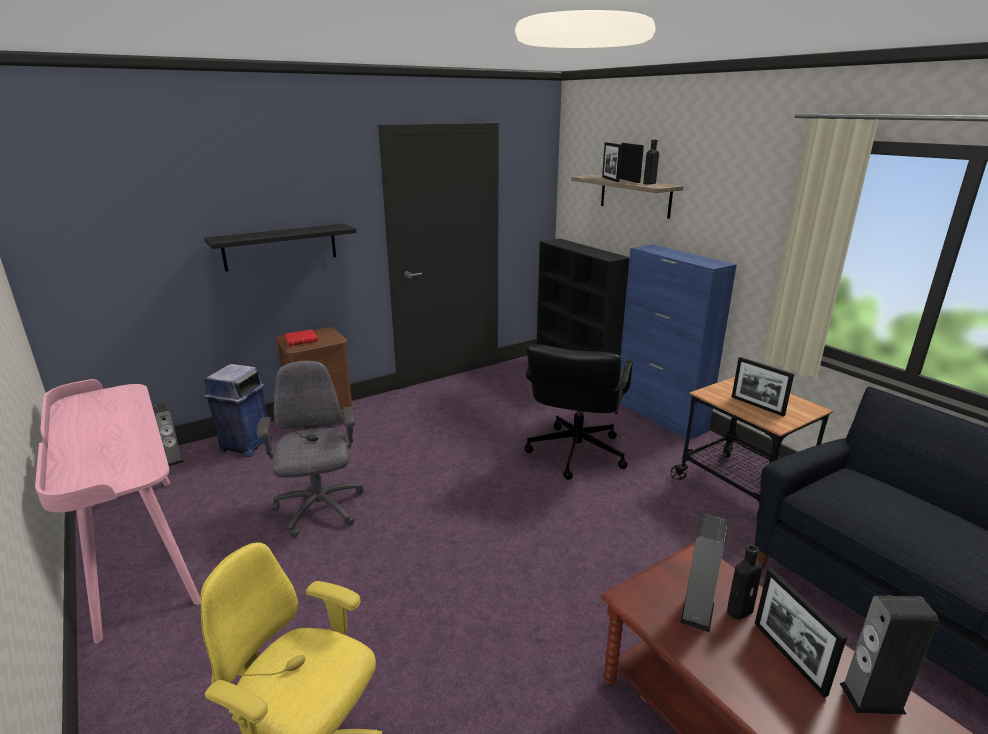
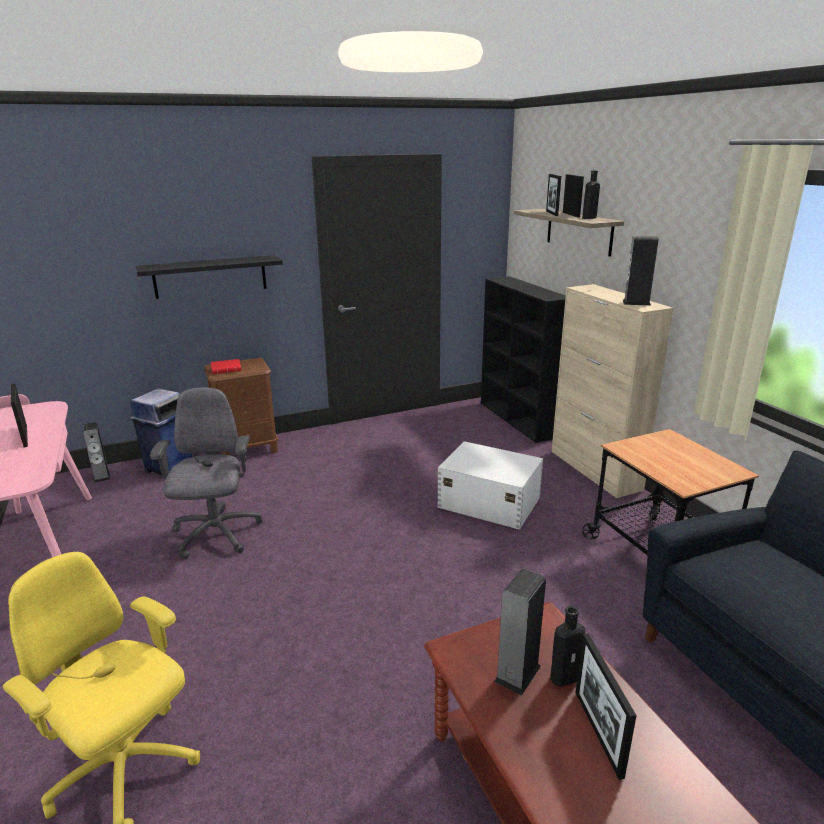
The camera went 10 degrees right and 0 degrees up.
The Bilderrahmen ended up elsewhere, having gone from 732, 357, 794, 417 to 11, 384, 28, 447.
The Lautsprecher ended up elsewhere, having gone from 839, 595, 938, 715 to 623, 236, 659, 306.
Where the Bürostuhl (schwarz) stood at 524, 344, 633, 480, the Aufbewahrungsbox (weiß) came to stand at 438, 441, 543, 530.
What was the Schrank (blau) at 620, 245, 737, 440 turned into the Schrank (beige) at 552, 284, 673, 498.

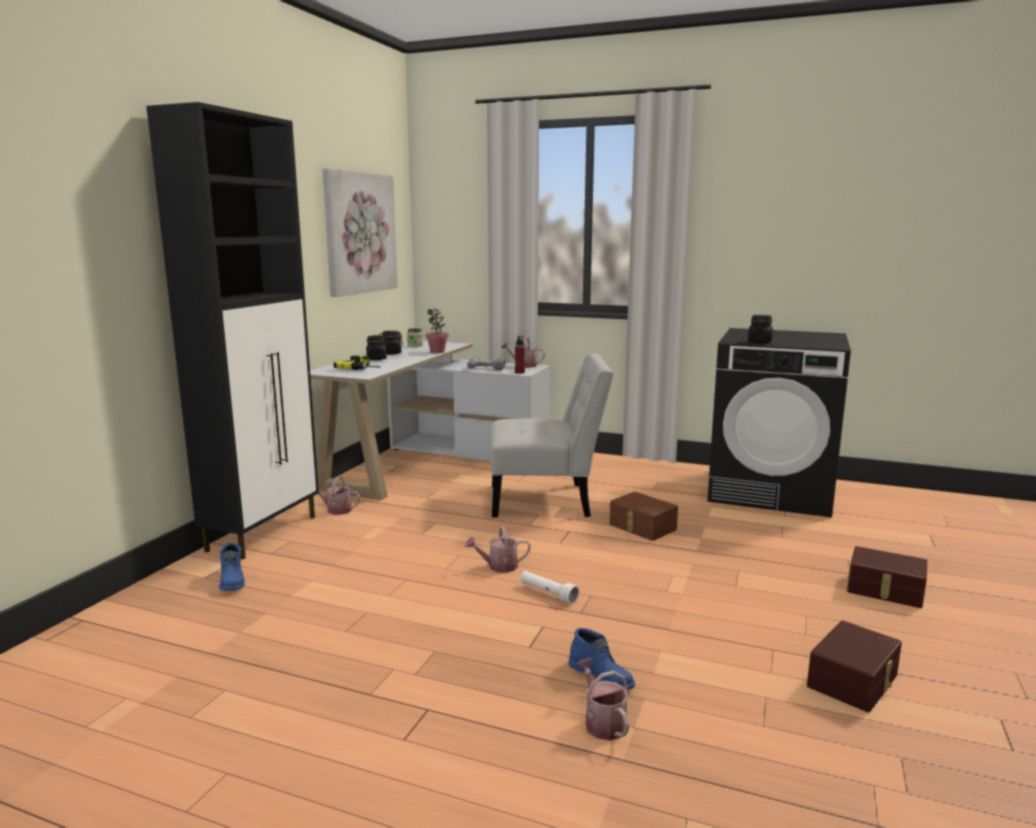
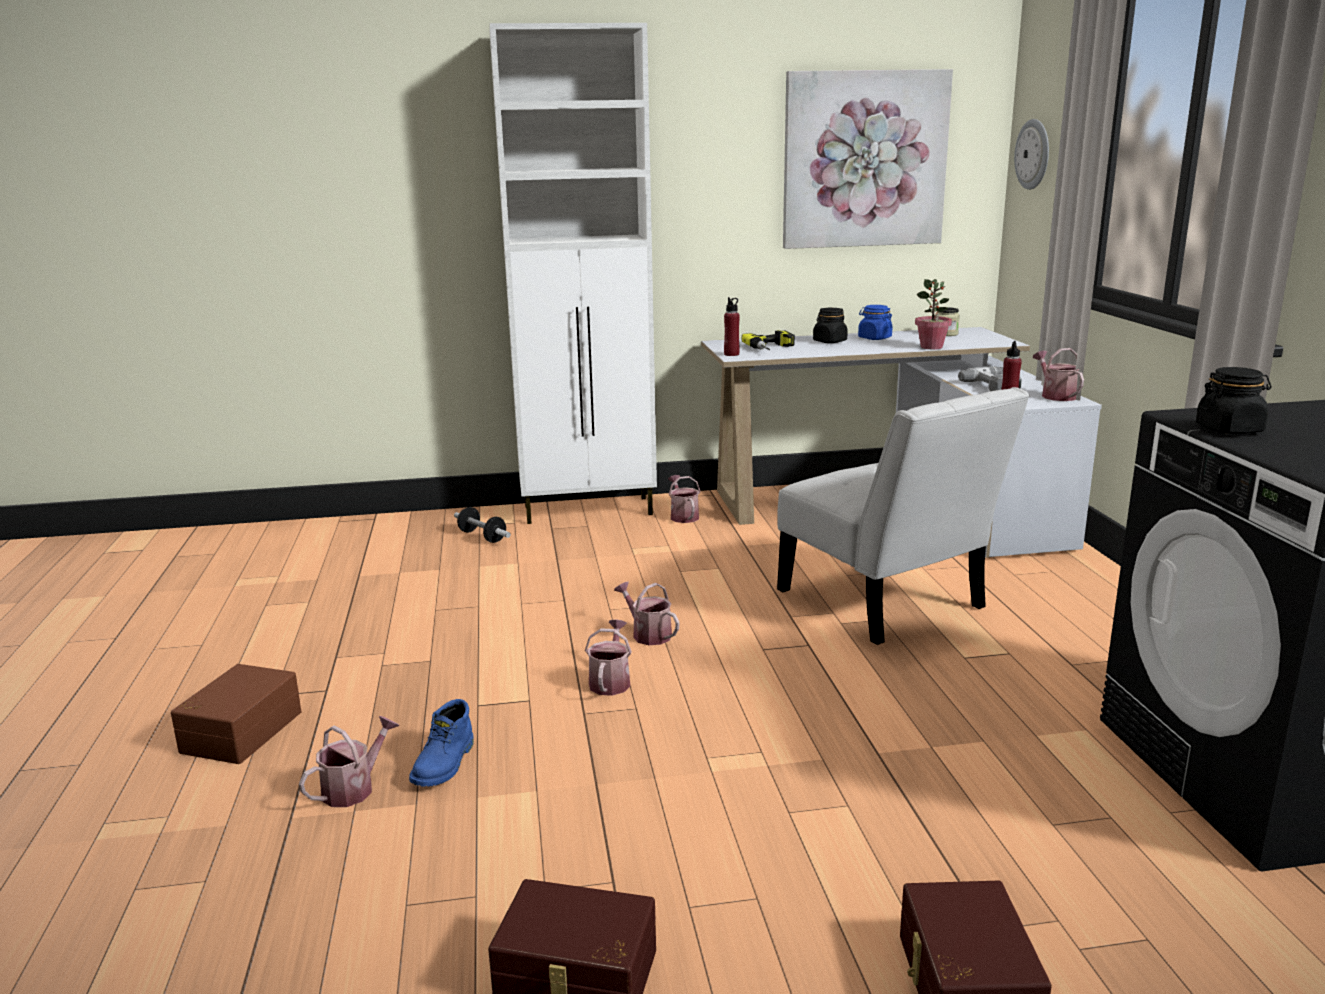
The camera went 60 degrees right and 5 degrees up.
The second view gained the Flasche (rot) at 724, 297, 740, 356.
The second view gained the Wanduhr at 1014, 119, 1049, 190.
The Aufbewahrungsbox (braun) ended up elsewhere, having gone from 609, 492, 678, 541 to 171, 664, 301, 764.
Where the Stiefel (blau) stood at 219, 543, 245, 591, the Hantel came to stand at 454, 507, 511, 543.
Where the Taschenlampe (weiß) stood at 520, 571, 579, 604, the Gießkanne came to stand at 585, 619, 632, 696.
What was the Schrank (schwarz) at 146, 102, 319, 560 turned into the Schrank (weiß) at 489, 23, 657, 524.
What was the Vorratsglas (schwarz) at 380, 331, 403, 355 turned into the Vorratsglas (blau) at 858, 305, 893, 340.

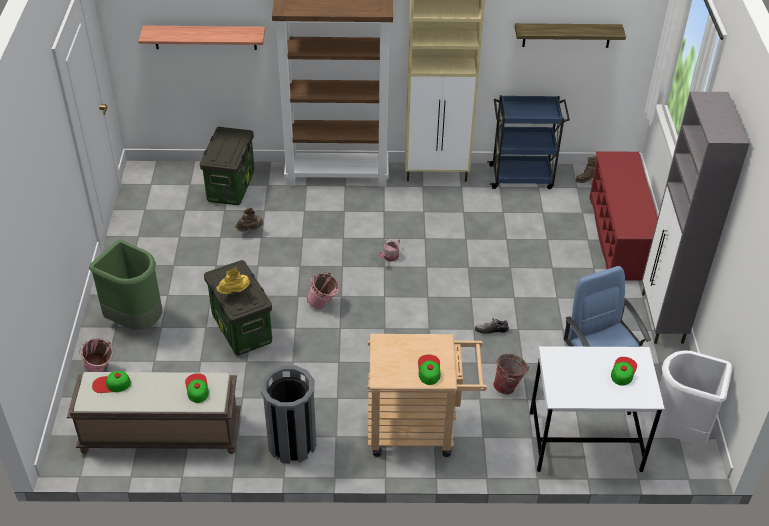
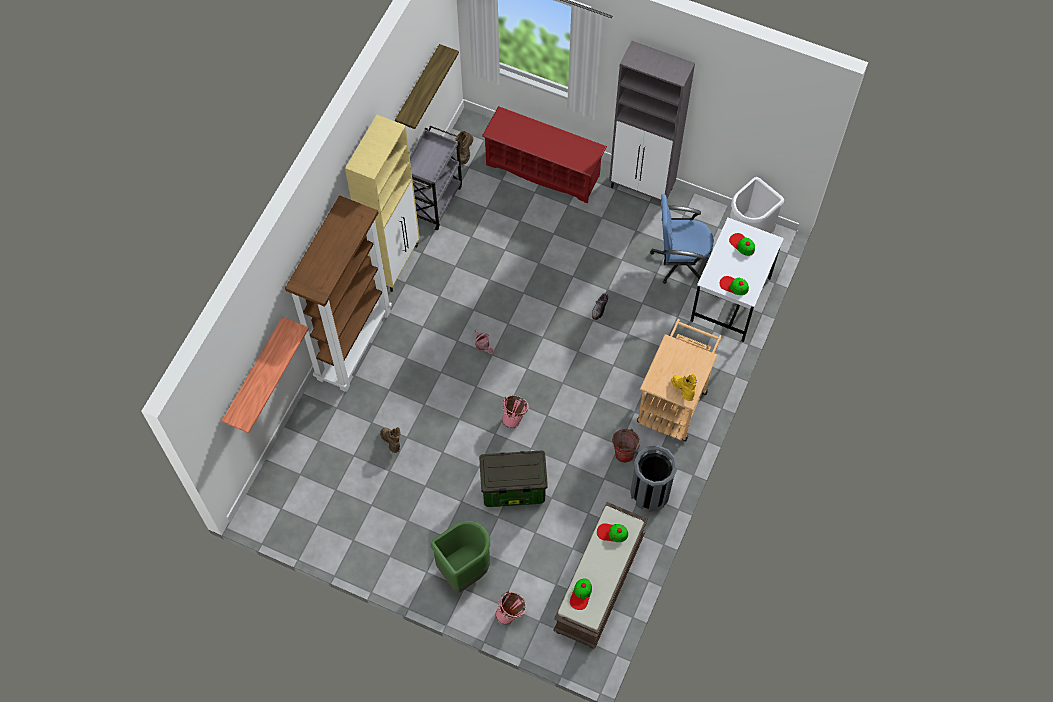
The camera went 65 degrees left and 20 degrees up.
The second view lost the Aufbewahrungsbox at 200, 127, 254, 205.
The Stiefel (gelb) ended up elsewhere, having gone from 216, 267, 250, 294 to 671, 374, 697, 401.
The Kappe ended up elsewhere, having gone from 418, 355, 441, 385 to 719, 276, 749, 295.
The Eimer ended up elsewhere, having gone from 493, 354, 529, 395 to 612, 429, 640, 463.
What was the Rollwagen (blau) at 487, 95, 570, 189 turned into the Rollwagen (grau) at 410, 126, 462, 230.

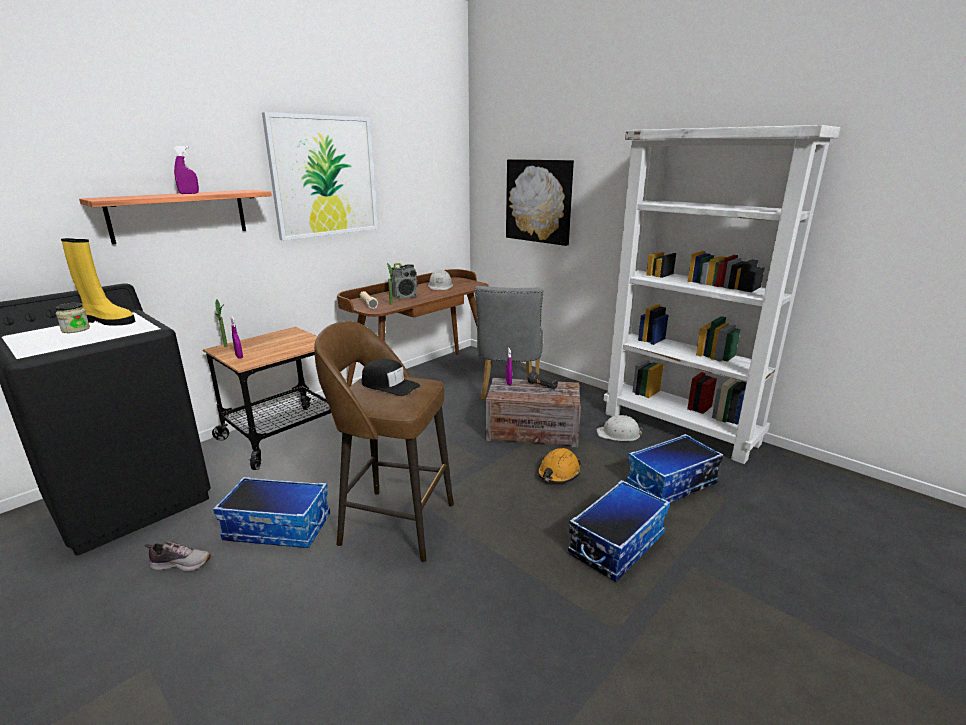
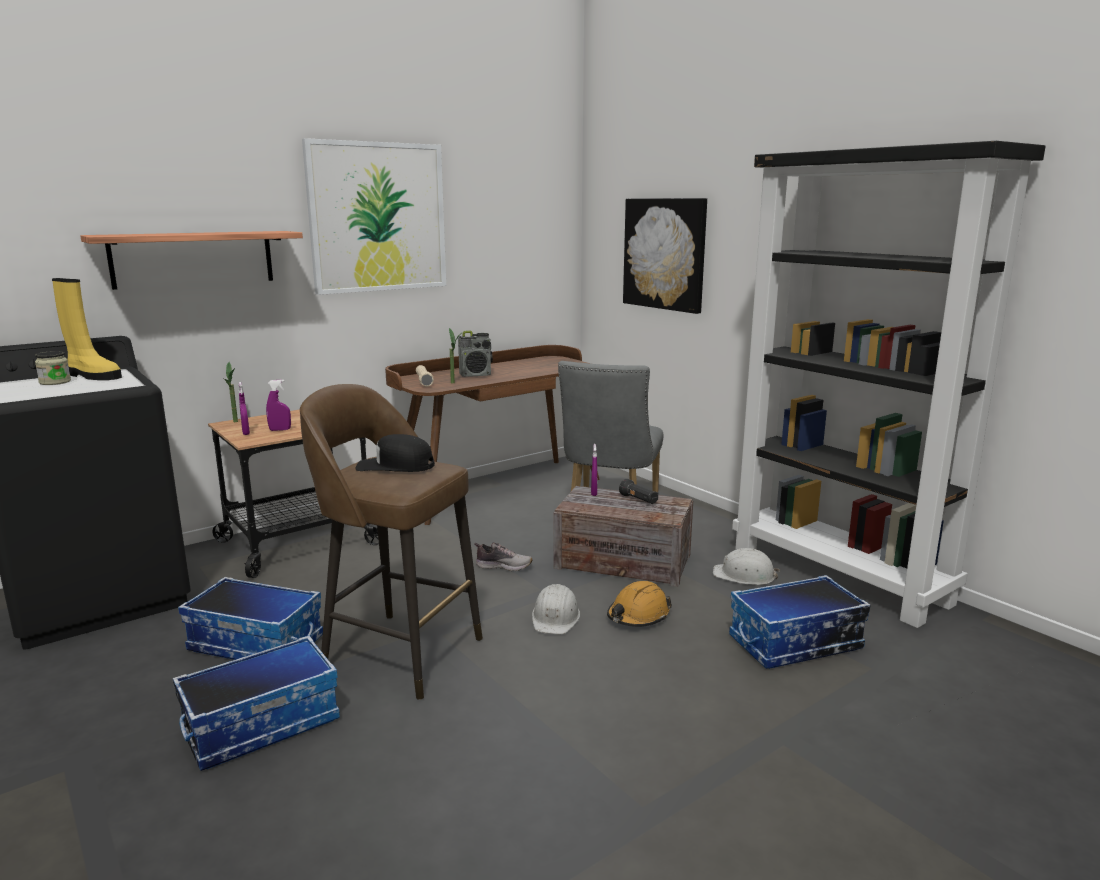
The camera went 10 degrees right and 5 degrees down.
The Schuh ended up elsewhere, having gone from 145, 541, 211, 571 to 474, 542, 532, 571.
The Sprühflasche (lila) ended up elsewhere, having gone from 173, 146, 199, 194 to 266, 380, 291, 431.
The Schutzhelm (weiß) ended up elsewhere, having gone from 428, 270, 453, 290 to 532, 584, 580, 634.
The Aufbewahrungsbox ended up elsewhere, having gone from 568, 480, 670, 582 to 172, 635, 340, 771.
What was the Bücherregal (weiß) at 604, 125, 841, 464 turned into the Bücherregal (schwarz) at 732, 141, 1046, 628.
The Kappe (schwarz) at 362, 359, 420, 396 ended up facing another way, 150 degrees clockwise from before.

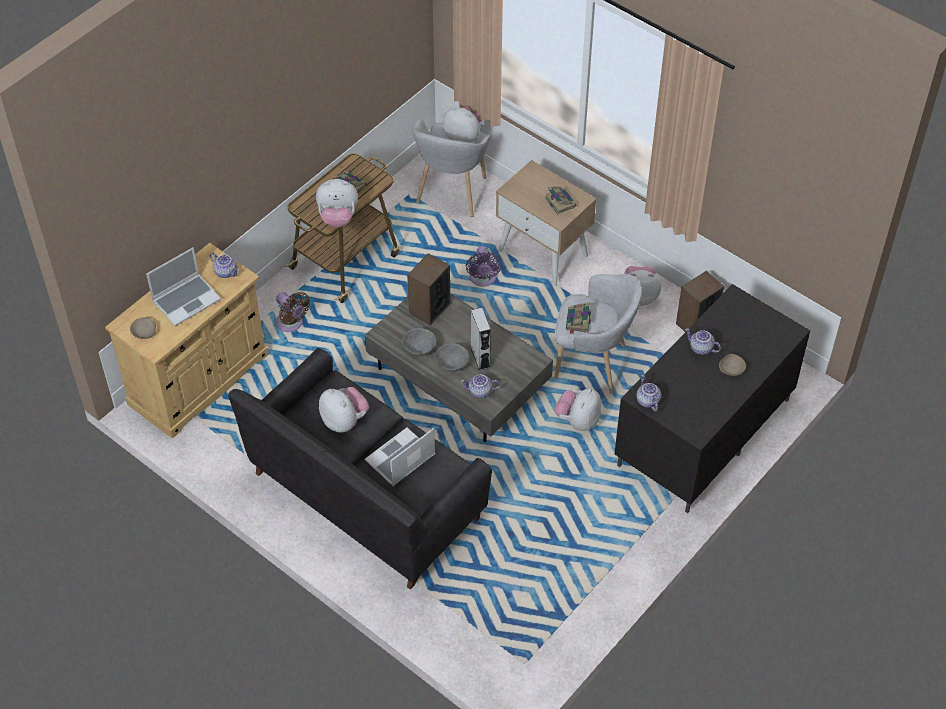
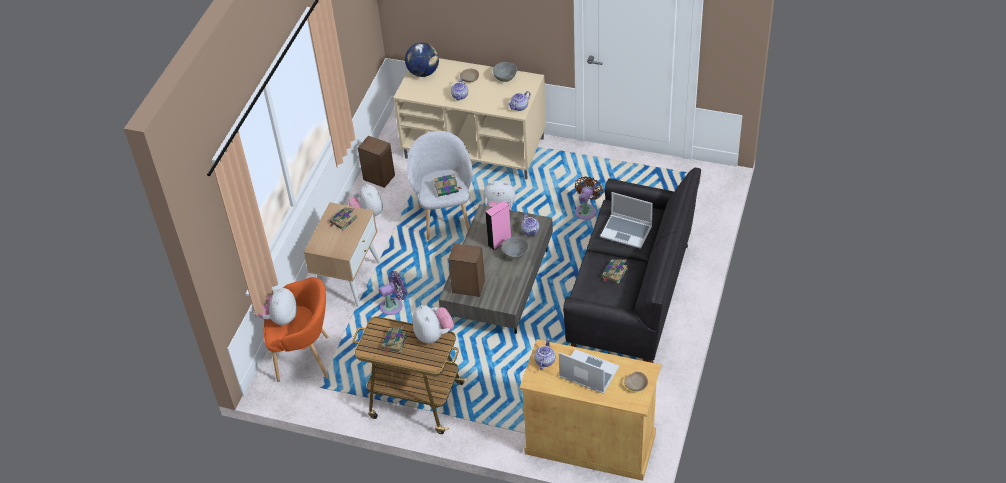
The camera went 110 degrees left and 5 degrees down.
The second view gained the Globus at 405, 43, 439, 77.
The Ventilator (braun) ended up elsewhere, having gone from 276, 292, 310, 332 to 575, 176, 603, 220.
The Schüssel (grau) ended up elsewhere, having gone from 402, 328, 436, 357 to 493, 62, 517, 82.
Where the Plüschtier stood at 319, 387, 369, 433, the Buch came to stand at 601, 259, 628, 284.
What was the Sessel (grau) at 412, 118, 491, 217 turned into the Sessel (orange) at 264, 277, 329, 382.
What was the Lautsprecher (grau) at 471, 308, 491, 370 turned into the Lautsprecher (rosa) at 485, 201, 511, 250.
What was the Fernsehschrank (schwarz) at 614, 284, 811, 513 turned into the Fernsehschrank (beige) at 393, 58, 546, 179.

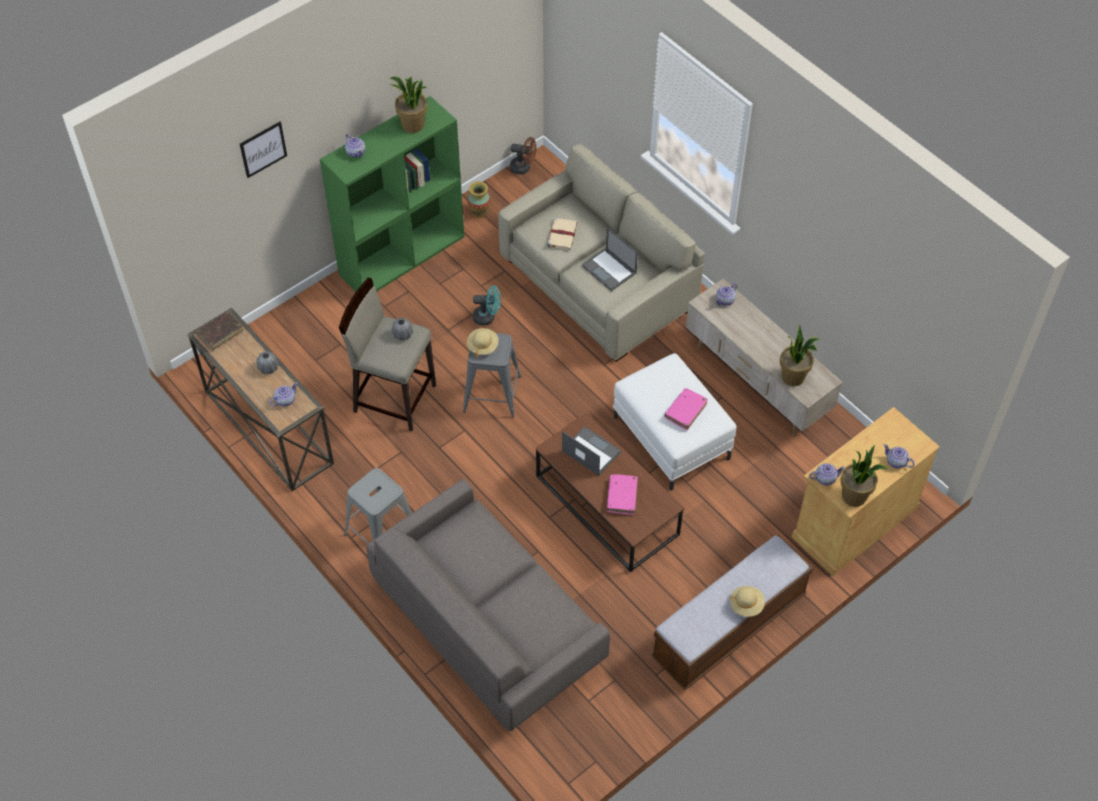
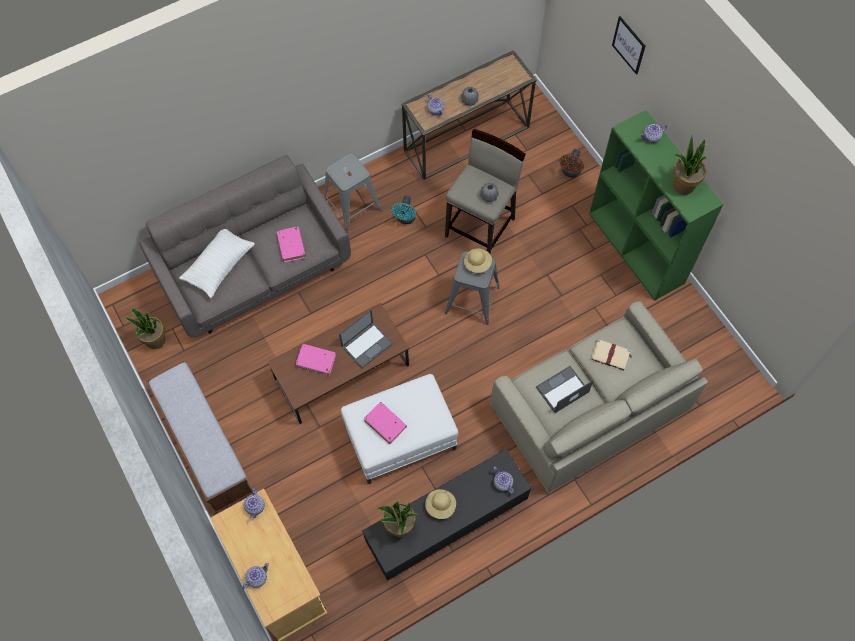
The camera went 100 degrees right and 10 degrees up.
The second view lost the Buch (braun) at 196, 311, 244, 351.
The second view lost the Vase at 467, 181, 491, 218.
The second view gained the Kissen (weiß) at 179, 229, 255, 298.
The second view gained the Buch (rosa) at 276, 226, 306, 262.
The Ventilator (türkis) ended up elsewhere, having gone from 473, 286, 501, 325 to 391, 196, 416, 224.
The Ventilator (braun) ended up elsewhere, having gone from 510, 137, 537, 174 to 560, 149, 584, 178.
The Hut (beige) ended up elsewhere, having gone from 729, 586, 765, 617 to 425, 489, 456, 519.
The Topfpflanze ended up elsewhere, having gone from 840, 445, 887, 507 to 124, 309, 165, 349.
What was the Fernsehschrank (beige) at 686, 279, 843, 437 turned into the Fernsehschrank (schwarz) at 362, 449, 532, 581.

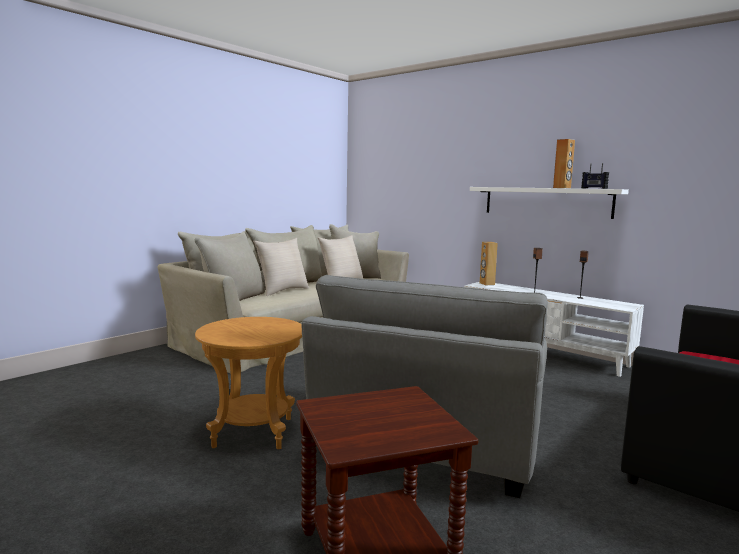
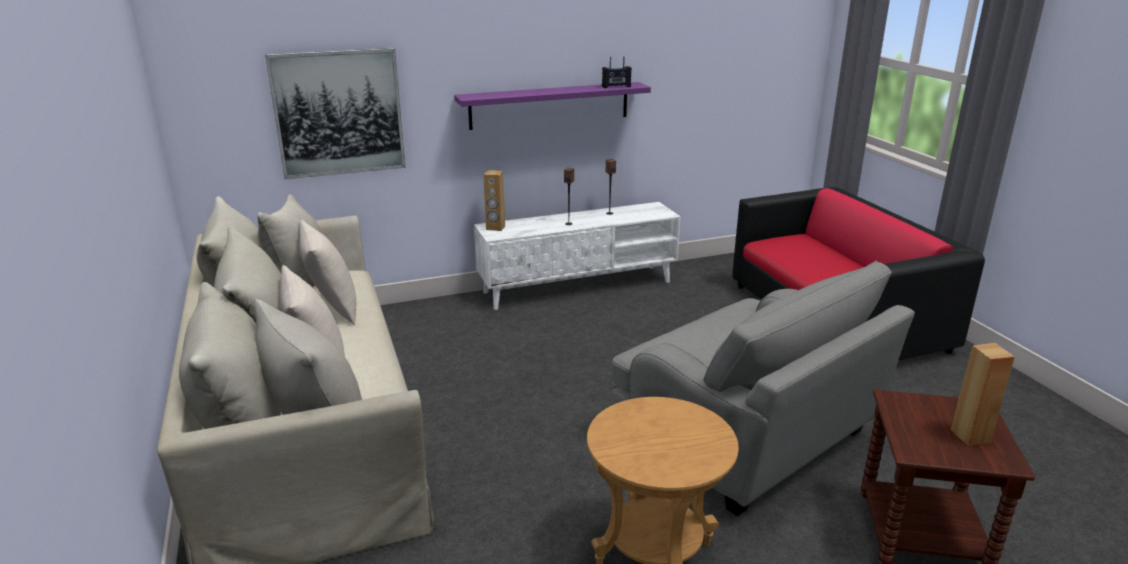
The camera went 60 degrees left and 15 degrees up.
The second view gained the Bild at 265, 48, 406, 179.
The Lautsprecher (braun) ended up elsewhere, having gone from 553, 139, 575, 188 to 951, 343, 1015, 446.
What was the Wandregal (weiß) at 470, 187, 629, 219 turned into the Wandregal (lila) at 454, 82, 651, 130.

